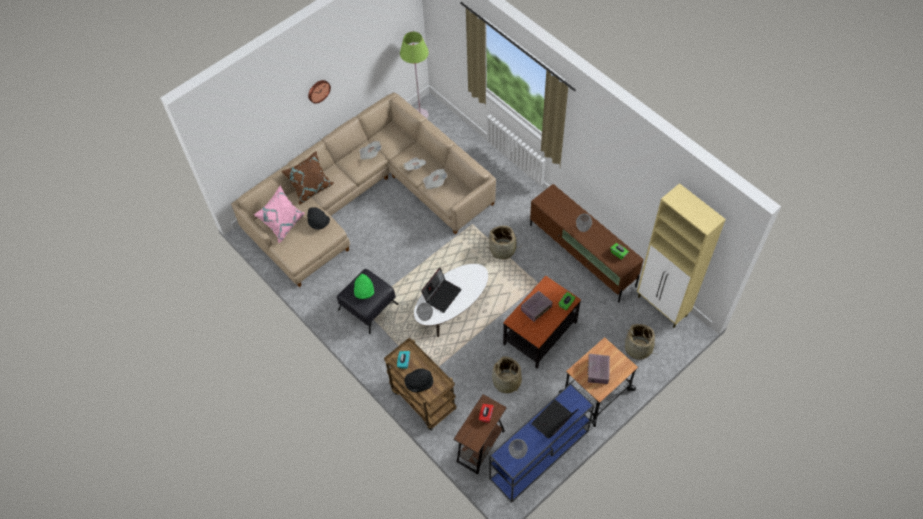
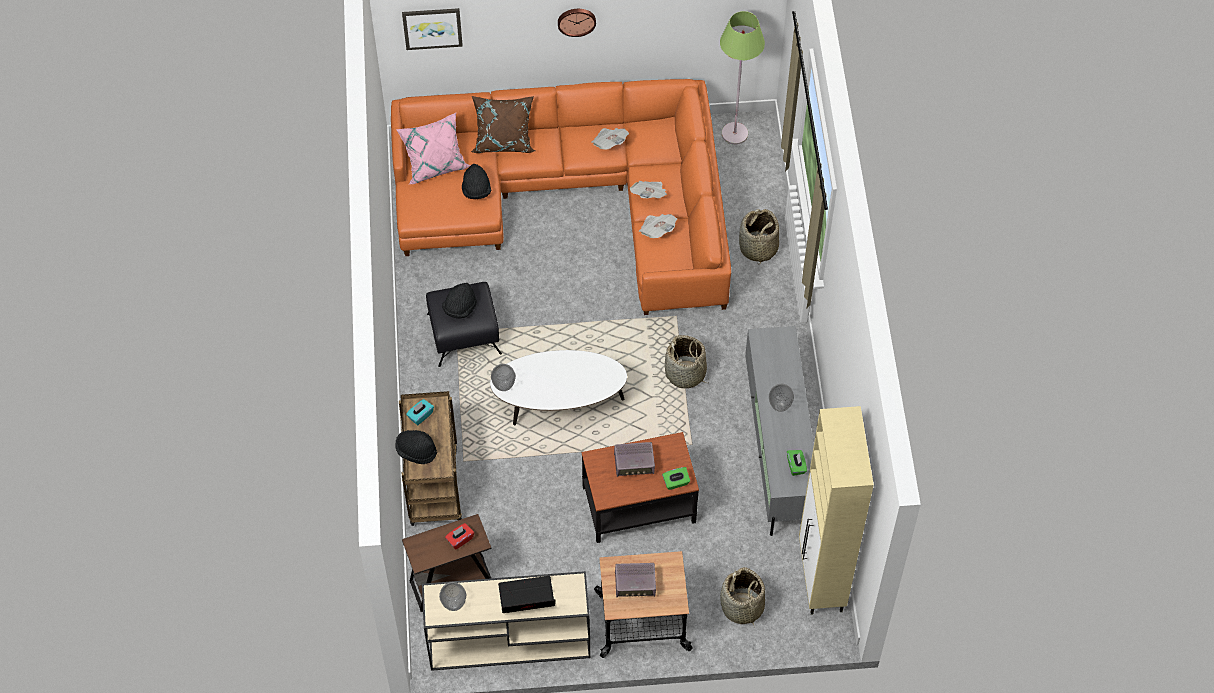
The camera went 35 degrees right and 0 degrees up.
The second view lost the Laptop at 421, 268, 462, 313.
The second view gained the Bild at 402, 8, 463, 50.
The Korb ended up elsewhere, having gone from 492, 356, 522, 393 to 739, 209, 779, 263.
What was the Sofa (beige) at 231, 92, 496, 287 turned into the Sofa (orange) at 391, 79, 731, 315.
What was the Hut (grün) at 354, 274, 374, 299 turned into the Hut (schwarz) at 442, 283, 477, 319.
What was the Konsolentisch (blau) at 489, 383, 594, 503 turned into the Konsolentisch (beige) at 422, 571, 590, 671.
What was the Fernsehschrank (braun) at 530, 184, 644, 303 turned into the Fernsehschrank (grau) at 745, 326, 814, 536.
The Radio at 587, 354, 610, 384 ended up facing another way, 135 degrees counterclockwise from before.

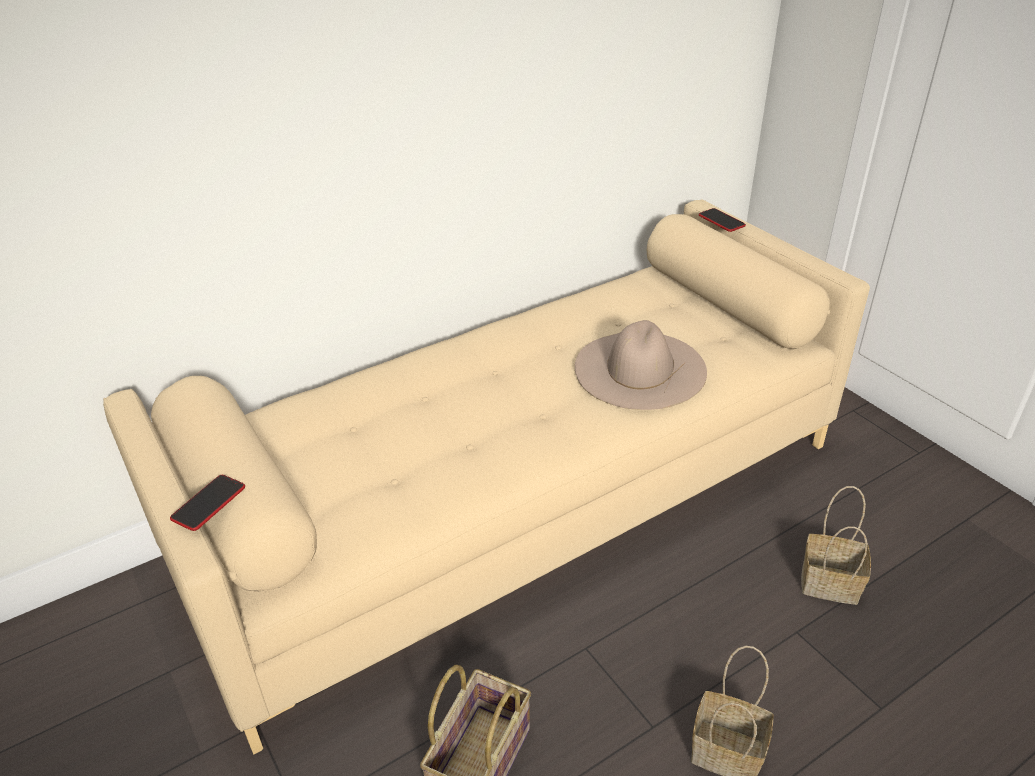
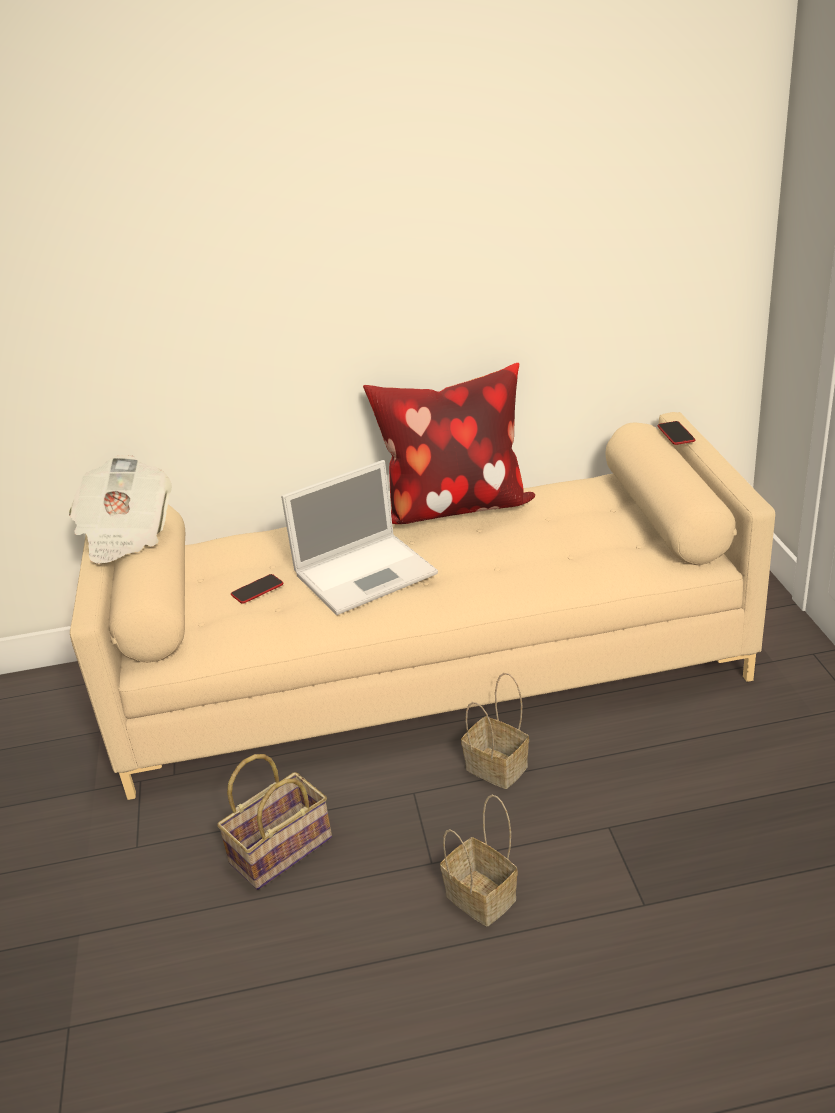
The camera went 25 degrees right and 5 degrees down.
The second view lost the Hut (beige) at 575, 320, 707, 410.
The second view gained the Zeitung at 69, 455, 172, 564.
The second view gained the Laptop at 281, 460, 438, 615.
The second view gained the Kissen at 363, 363, 535, 524.
The Handy ended up elsewhere, having gone from 170, 475, 245, 531 to 231, 574, 283, 604.
The Korb ended up elsewhere, having gone from 801, 486, 871, 605 to 461, 673, 529, 789.

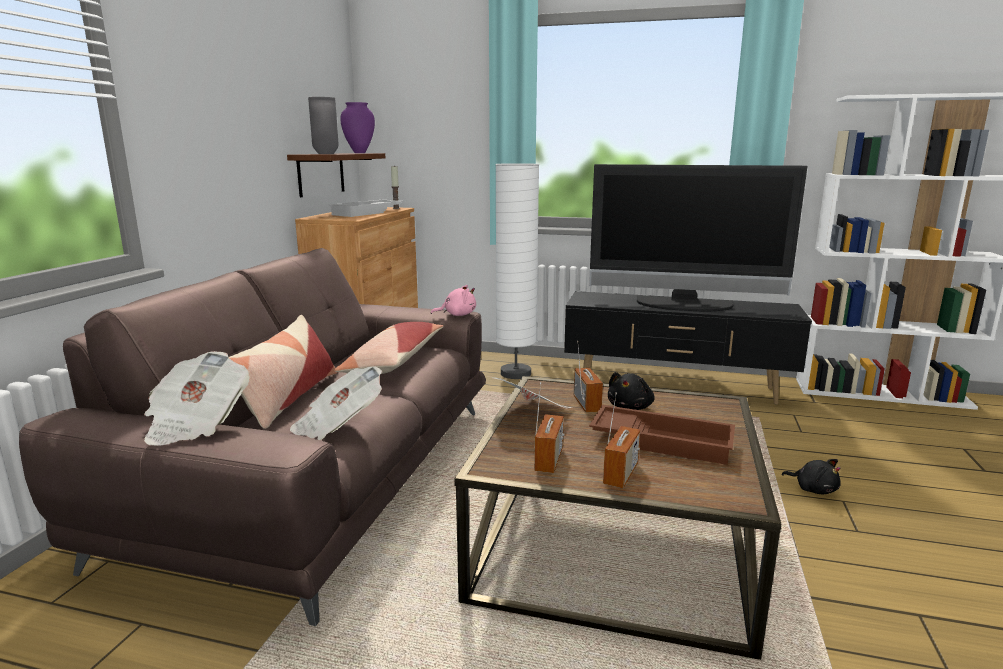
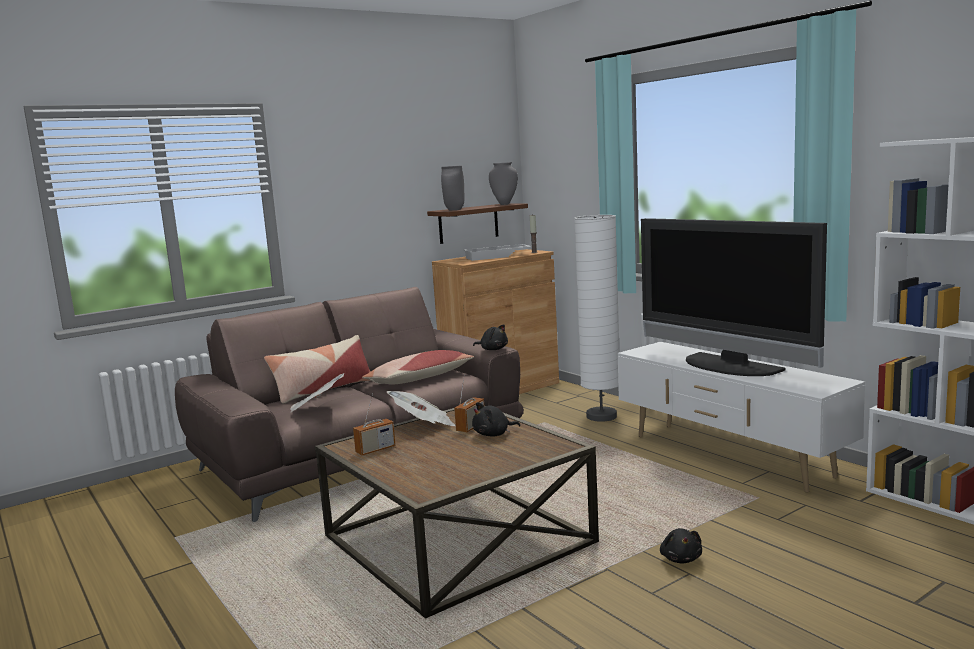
The camera went 40 degrees right and 5 degrees down.
The second view lost the Zeitung at 144, 351, 249, 446.
The second view lost the Tablett (braun) at 589, 405, 735, 465.
The second view lost the Radio at 603, 392, 640, 488.
What was the Vase (lila) at 340, 102, 375, 153 turned into the Vase (grau) at 489, 162, 518, 205.
What was the Plüschtier (rosa) at 431, 285, 476, 316 turned into the Plüschtier (schwarz) at 473, 325, 508, 350.
What was the Fernsehschrank (schwarz) at 564, 291, 812, 405 turned into the Fernsehschrank (weiß) at 618, 342, 865, 493.

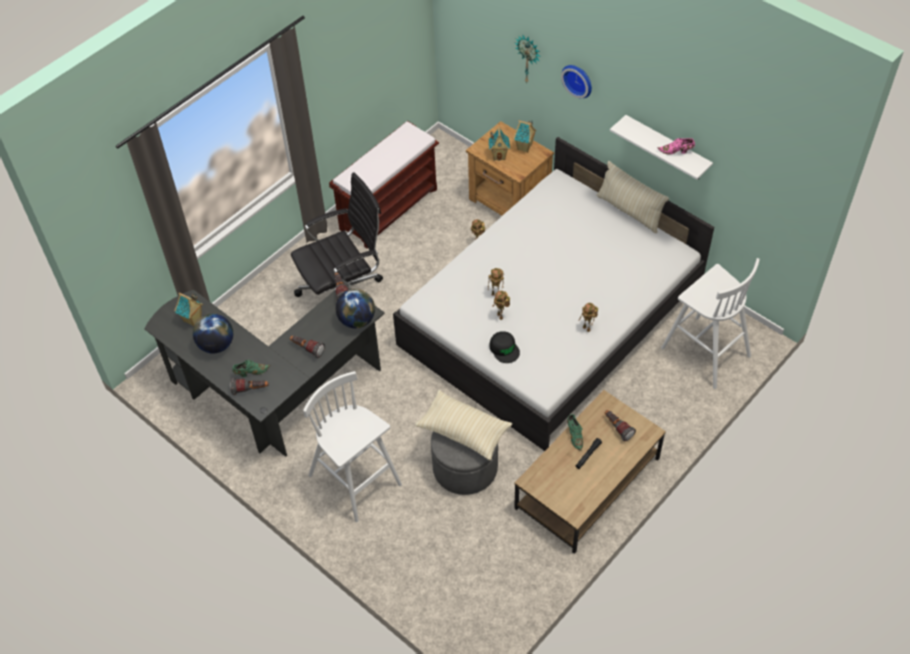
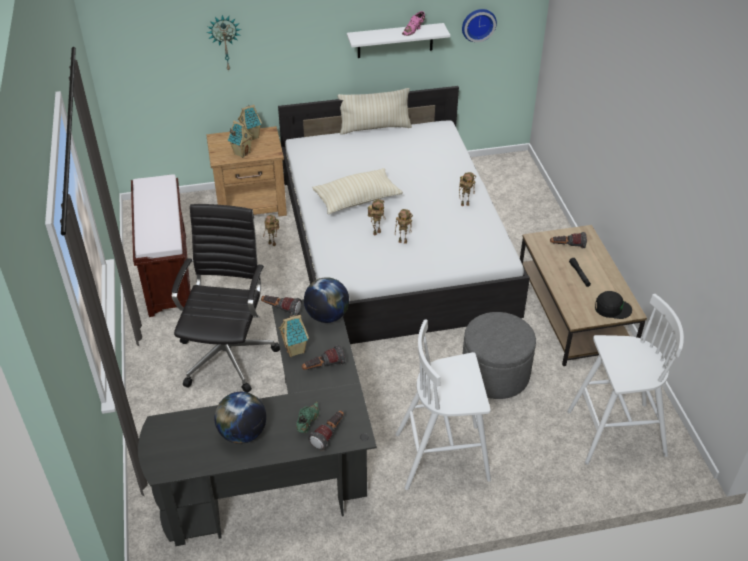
The camera went 55 degrees left and 10 degrees down.
The second view lost the Schuh (grün) at 567, 414, 583, 451.
The Spielzeughaus ended up elsewhere, having gone from 174, 293, 203, 327 to 279, 312, 309, 357.
The Kissen (beige) ended up elsewhere, having gone from 415, 390, 512, 460 to 312, 168, 403, 214.
The Kappe (schwarz) ended up elsewhere, having gone from 489, 331, 520, 363 to 595, 291, 632, 319.
The Wanduhr ended up elsewhere, having gone from 561, 65, 592, 98 to 462, 9, 497, 42.
The Hocker (weiß) ended up elsewhere, having gone from 661, 258, 760, 389 to 567, 294, 684, 465.

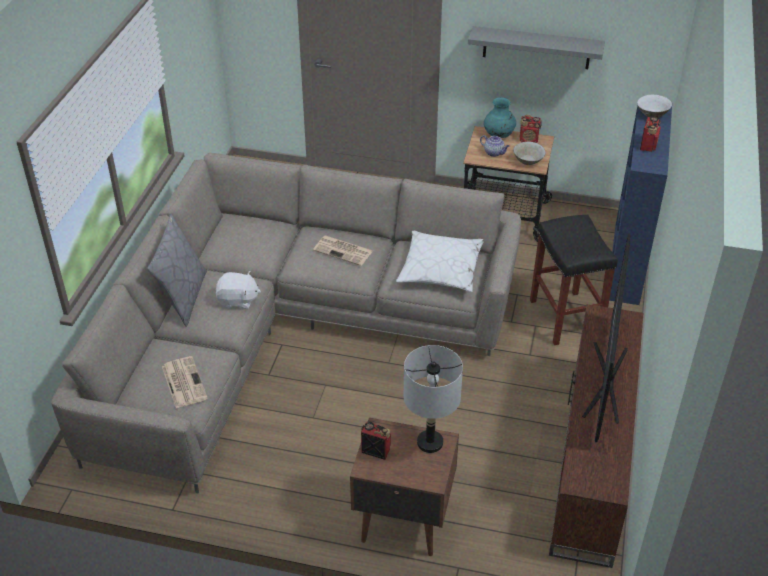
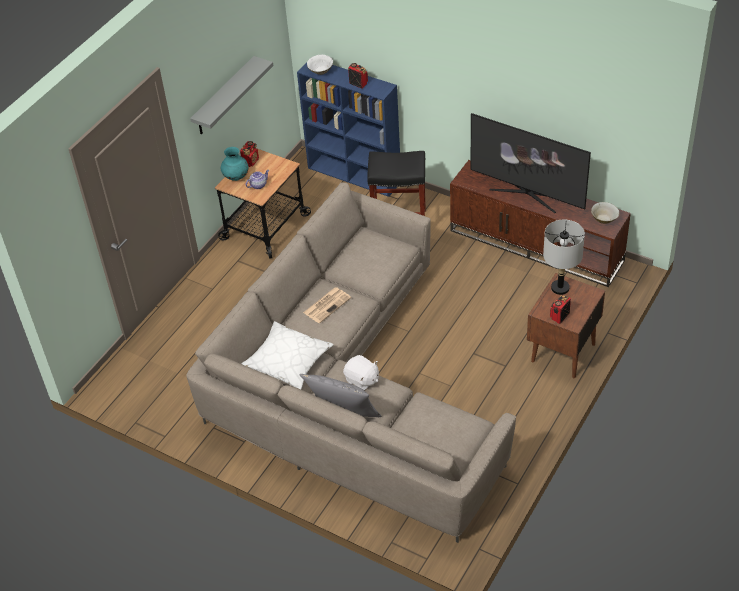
The camera went 70 degrees left and 5 degrees up.
The second view lost the Zeitung at 162, 356, 208, 408.
The Kissen (weiß) ended up elsewhere, having gone from 396, 231, 484, 292 to 242, 321, 334, 389.
The Schüssel (beige) ended up elsewhere, having gone from 513, 142, 546, 165 to 591, 202, 619, 224.
The Plüschtier (weiß) at 216, 271, 261, 309 ended up facing another way, 105 degrees clockwise from before.

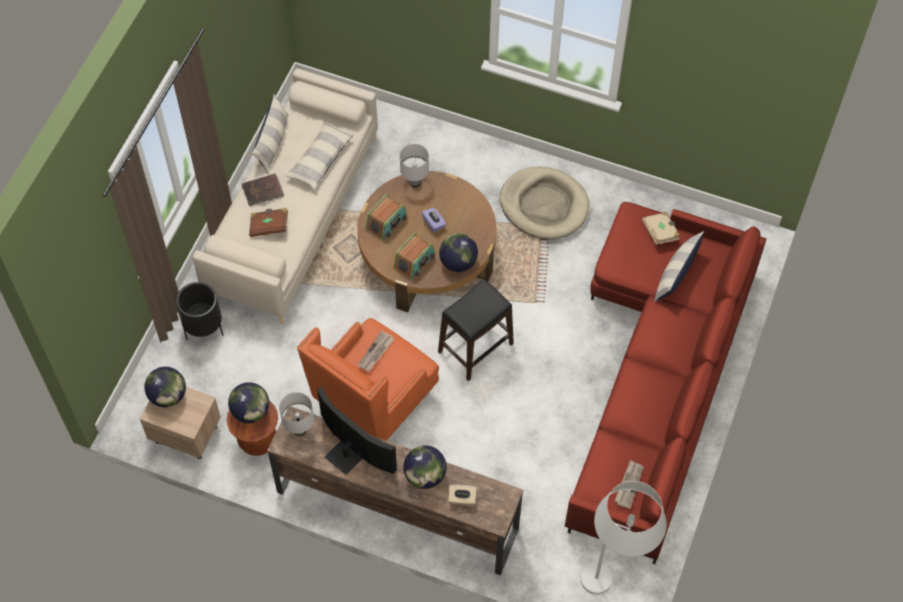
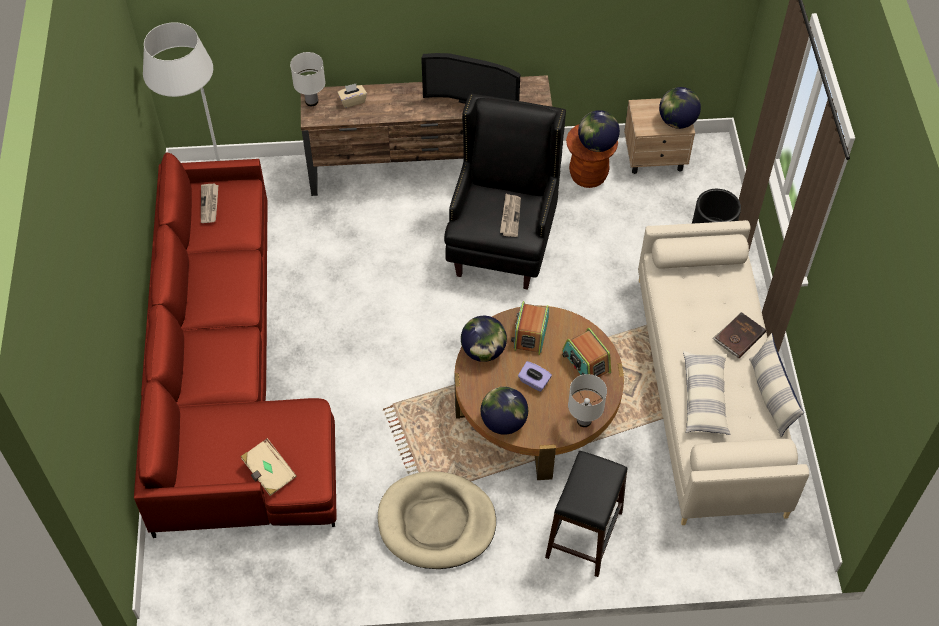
The camera went 155 degrees right and 5 degrees down.
The second view lost the Buch (braun) at 249, 208, 288, 237.
The second view lost the Kissen at 654, 231, 704, 302.
The Tischlampe (weiß) ended up elsewhere, having gone from 279, 392, 314, 436 to 290, 52, 326, 106.
The Globus ended up elsewhere, having gone from 403, 445, 447, 489 to 481, 387, 528, 435.
The Hocker (schwarz) ended up elsewhere, having gone from 438, 279, 514, 381 to 545, 451, 628, 577.
What was the Sessel (orange) at 297, 318, 439, 441 turned into the Sessel (schwarz) at 444, 93, 566, 290.
The Radio at 365, 194, 407, 241 ended up facing another way, 45 degrees counterclockwise from before.

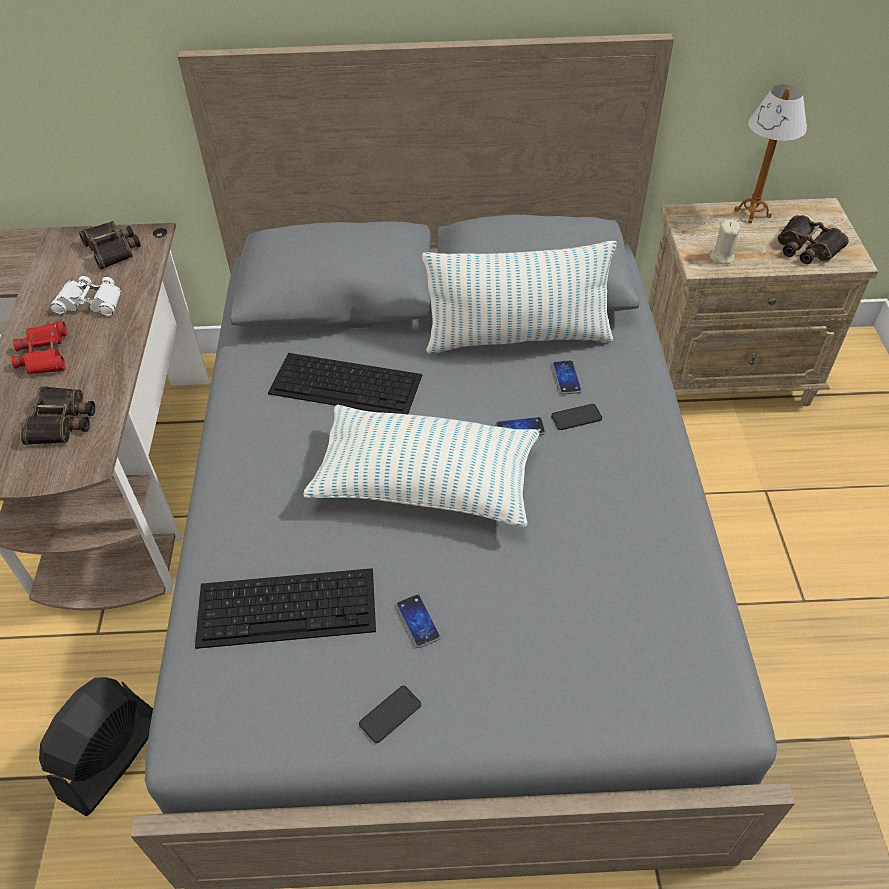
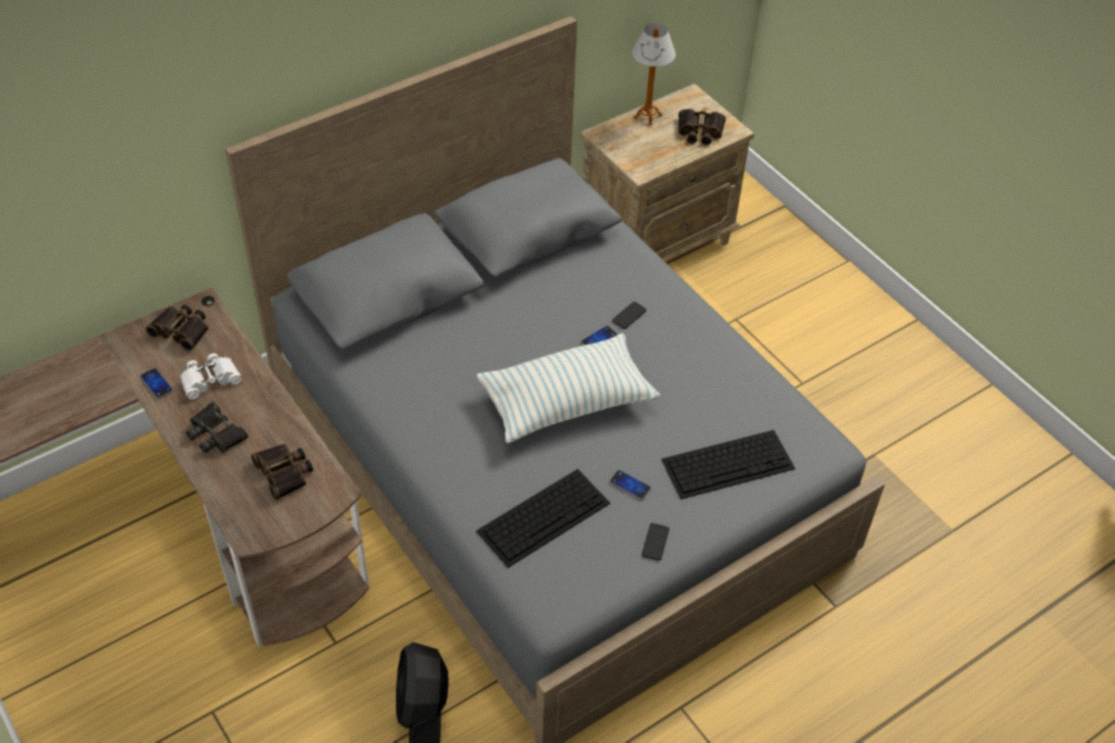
The camera went 35 degrees left and 0 degrees up.
The second view lost the Kissen at 422, 241, 617, 354.
The second view lost the Kerze (beige) at 710, 220, 740, 264.
The Tastatur ended up elsewhere, having gone from 268, 353, 422, 414 to 661, 430, 795, 499.
The Handy ended up elsewhere, having gone from 552, 360, 582, 395 to 140, 368, 174, 399.
What was the Fernglas (rot) at 11, 321, 67, 374 turned into the Fernglas (schwarz) at 186, 402, 248, 454.

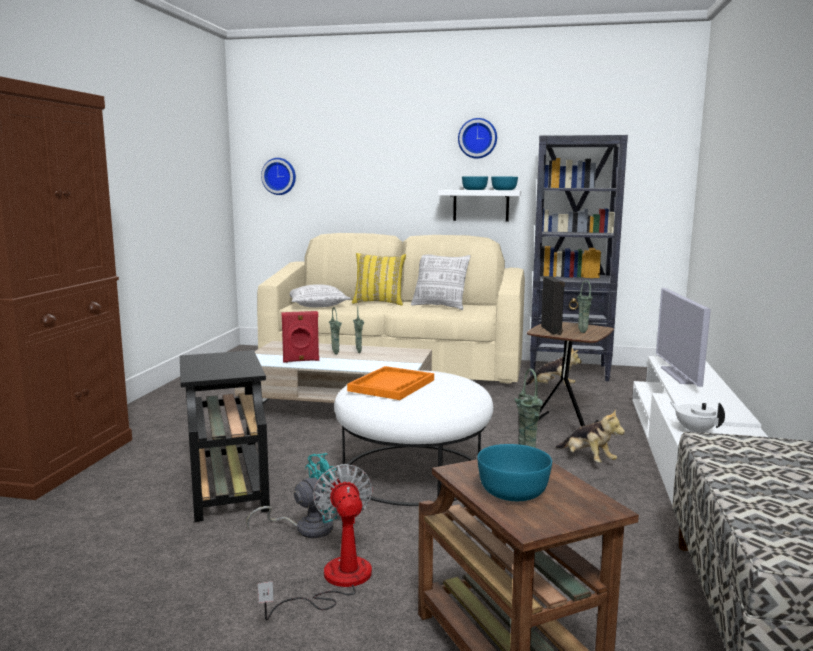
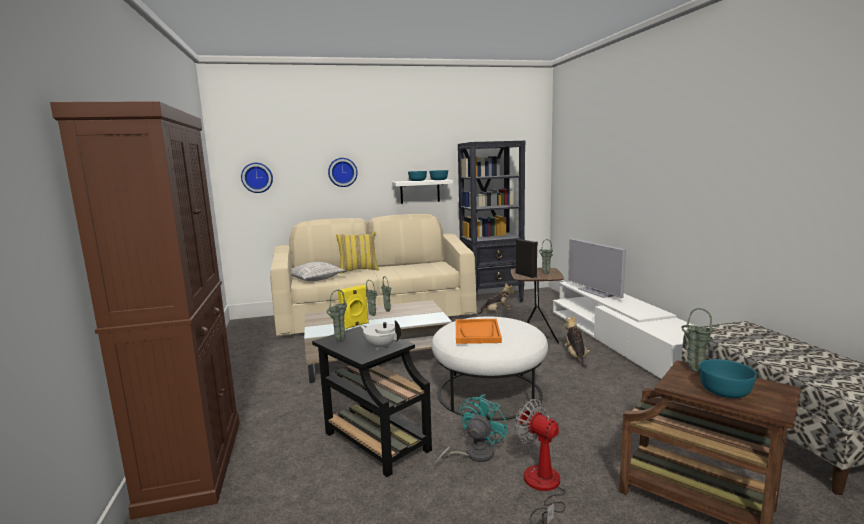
The camera went 25 degrees left and 0 degrees up.
The second view lost the Kissen at 411, 254, 471, 310.
The second view gained the Vase (grün) at 326, 290, 347, 342.
The Wanduhr ended up elsewhere, having gone from 458, 118, 497, 158 to 328, 158, 358, 187.
The Teekanne (weiß) ended up elsewhere, having gone from 670, 402, 725, 433 to 360, 320, 401, 350.
What was the Lautsprecher (rot) at 281, 311, 319, 363 turned into the Lautsprecher (gelb) at 338, 285, 369, 329.
The Plüschtier at 556, 409, 625, 463 ended up facing another way, 120 degrees counterclockwise from before.

